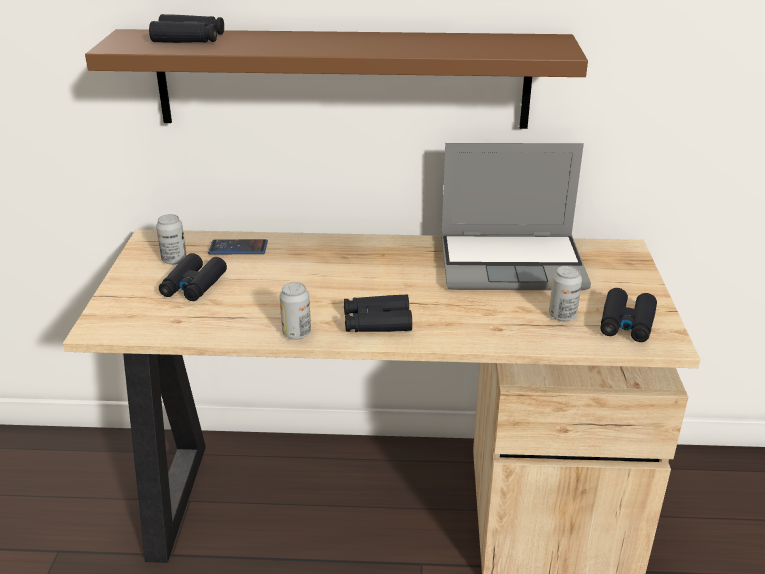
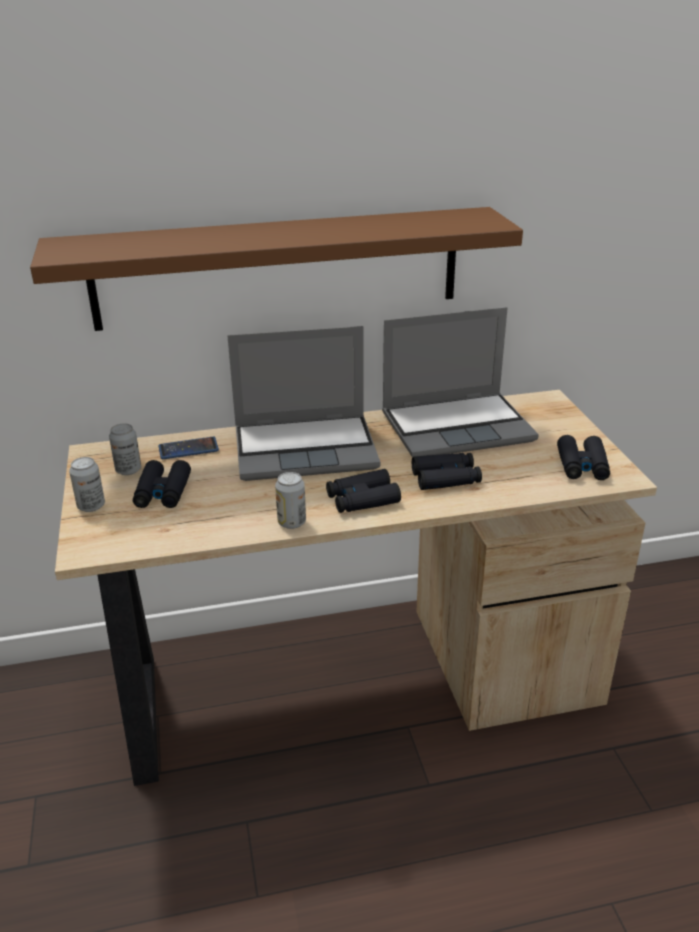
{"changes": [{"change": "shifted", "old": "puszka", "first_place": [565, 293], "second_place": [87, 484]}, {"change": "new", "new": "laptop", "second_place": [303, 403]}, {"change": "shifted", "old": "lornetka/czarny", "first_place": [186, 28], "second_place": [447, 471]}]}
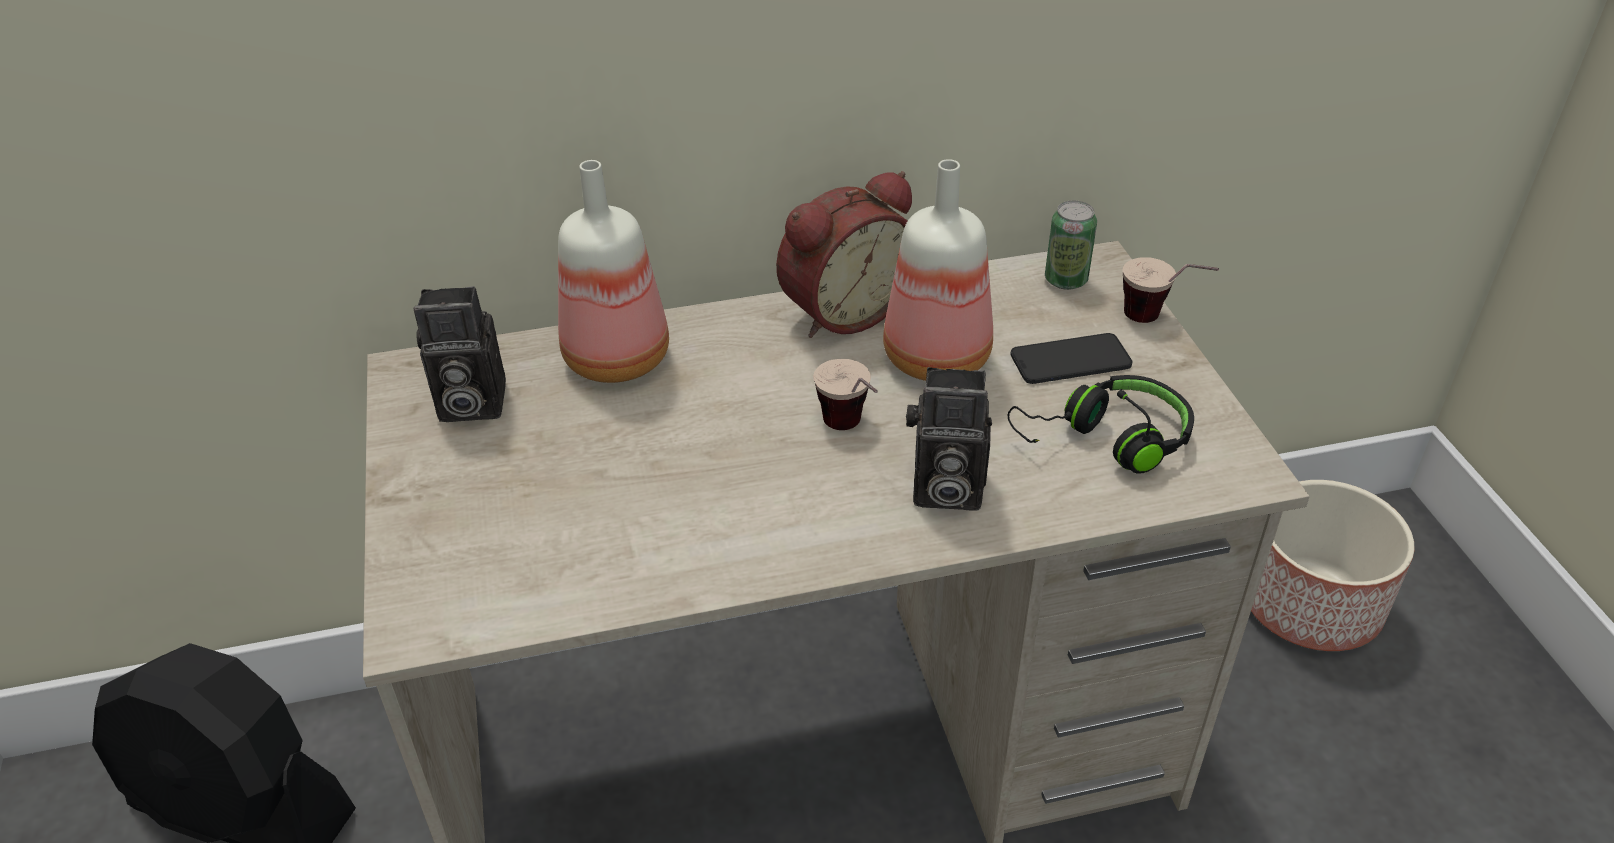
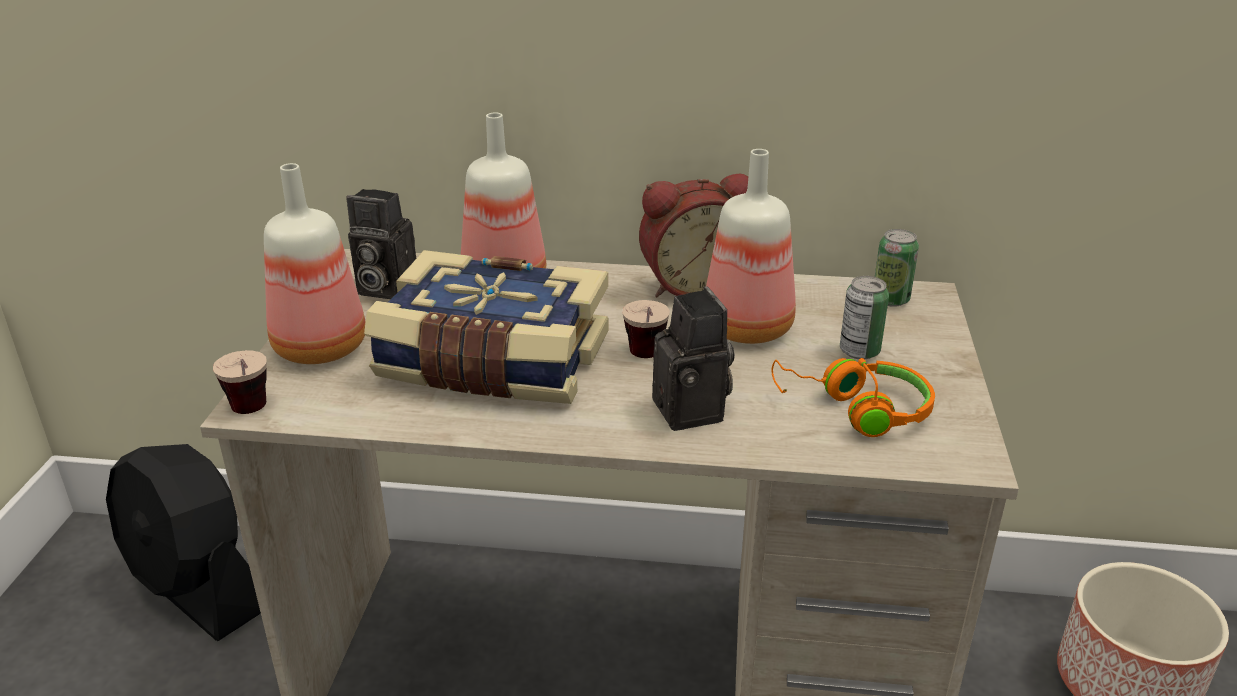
{"changes": [{"change": "shifted", "old": "filiżanka", "first_place": [1171, 290], "second_place": [240, 382]}, {"change": "new", "new": "butelka", "second_place": [315, 263]}, {"change": "new", "new": "książka", "second_place": [486, 327]}, {"change": "rotated", "old": "aparat fotograficzny", "first_place": [949, 439], "second_place": [693, 358], "degrees": -135}, {"change": "repainted", "old": "słuchawki/czarny", "new": "słuchawki/pomarańczowy", "first_place": [1101, 424], "second_place": [853, 397]}, {"change": "swapped", "old": "telefon", "new": "puszka", "first_place": [1071, 358], "second_place": [864, 317]}]}
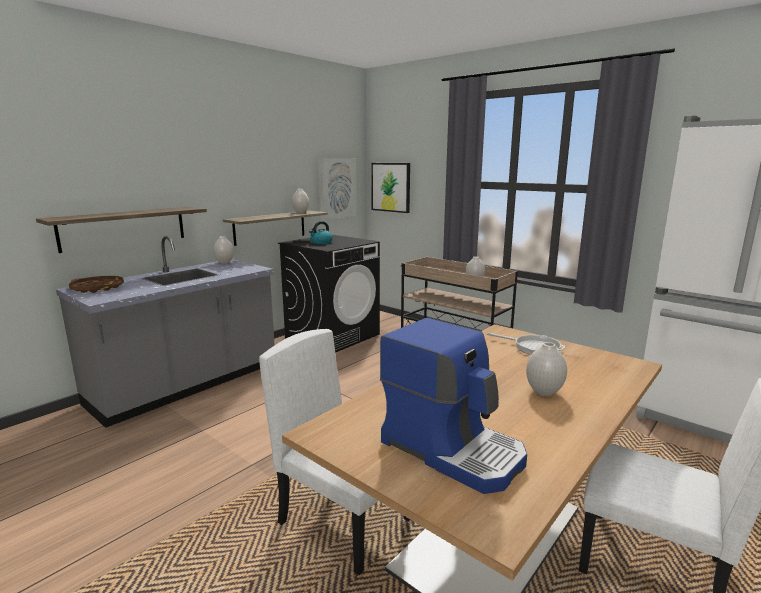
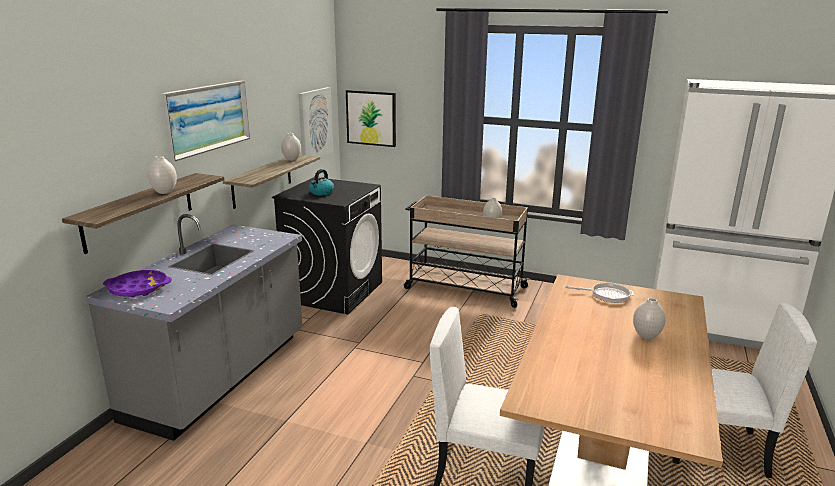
{"changes": [{"change": "repainted", "old": "taca/brązowy", "new": "taca/fioletowy", "first_place": [96, 284], "second_place": [137, 283]}, {"change": "shifted", "old": "wazon/biały", "first_place": [223, 250], "second_place": [162, 175]}, {"change": "new", "new": "obraz", "second_place": [205, 121]}, {"change": "gone", "old": "ekspres do kawy", "first_place": [453, 405]}]}
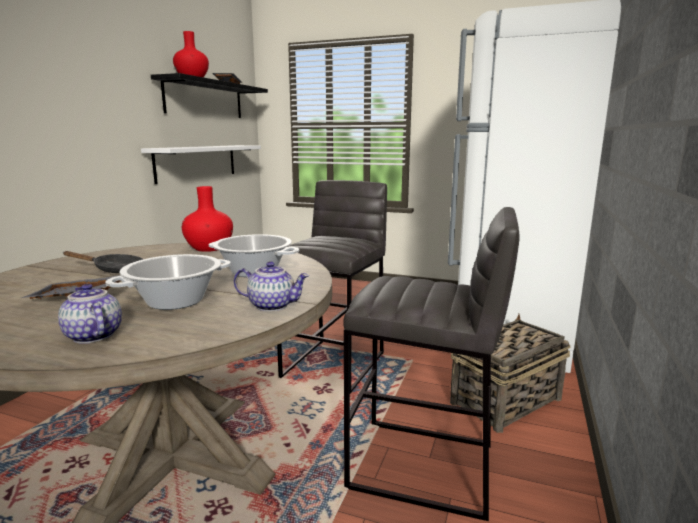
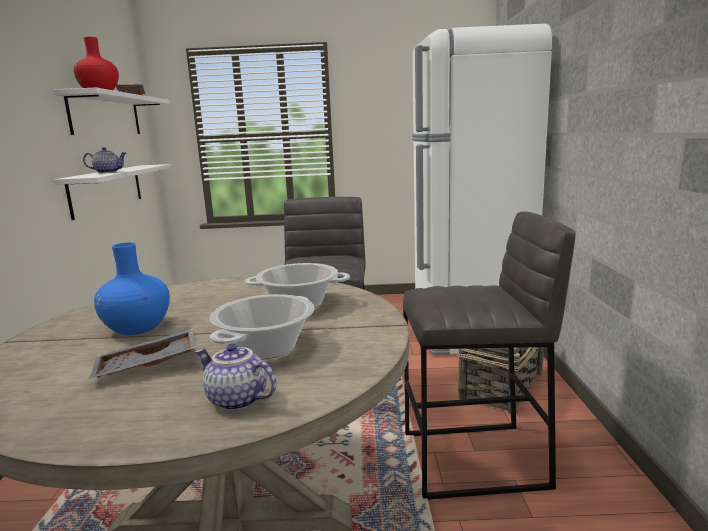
{"changes": [{"change": "repainted", "old": "półka/czarny", "new": "półka/biały", "first_place": [209, 95], "second_place": [112, 111]}, {"change": "shifted", "old": "imbryk", "first_place": [271, 286], "second_place": [104, 160]}, {"change": "swapped", "old": "patelnia/czarny", "new": "wazon/niebieski", "first_place": [103, 262], "second_place": [132, 289]}, {"change": "gone", "old": "wazon/czerwony", "first_place": [207, 219]}]}
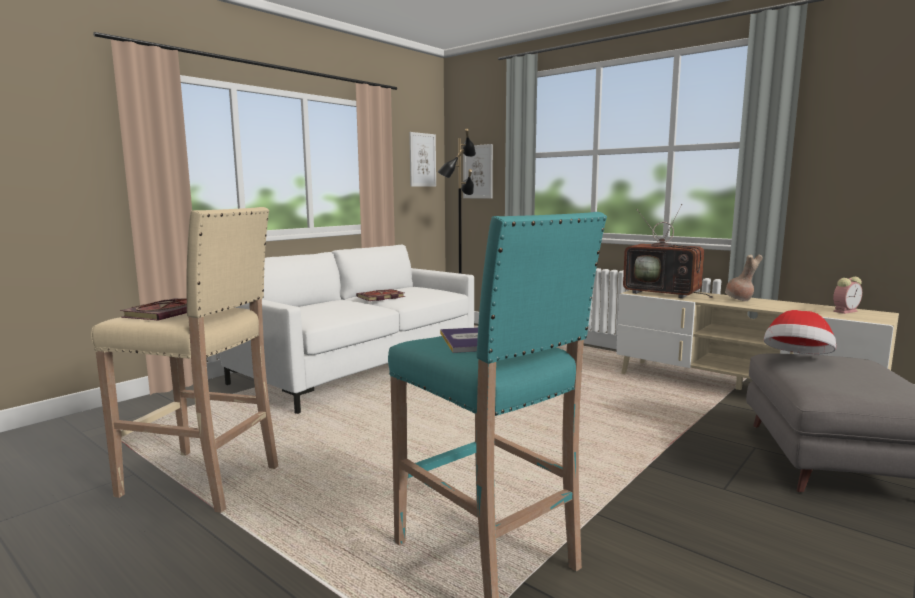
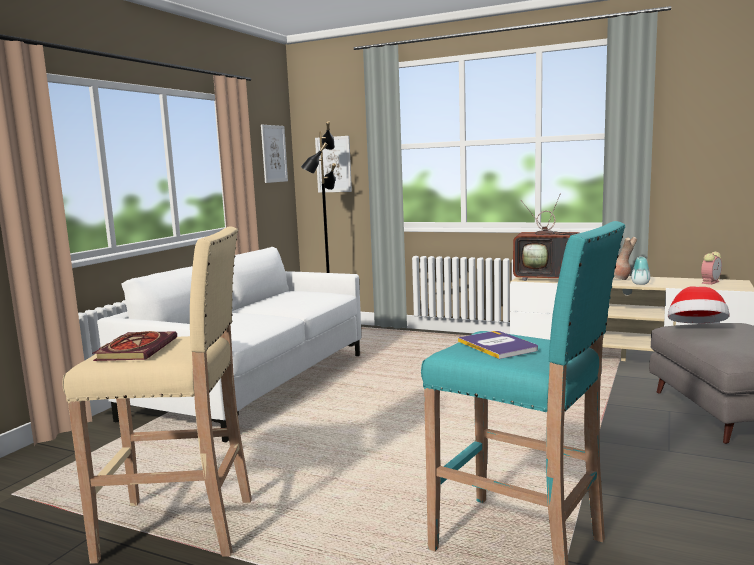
{"changes": [{"change": "new", "new": "wazon", "second_place": [640, 271]}, {"change": "gone", "old": "książka", "first_place": [380, 295]}]}
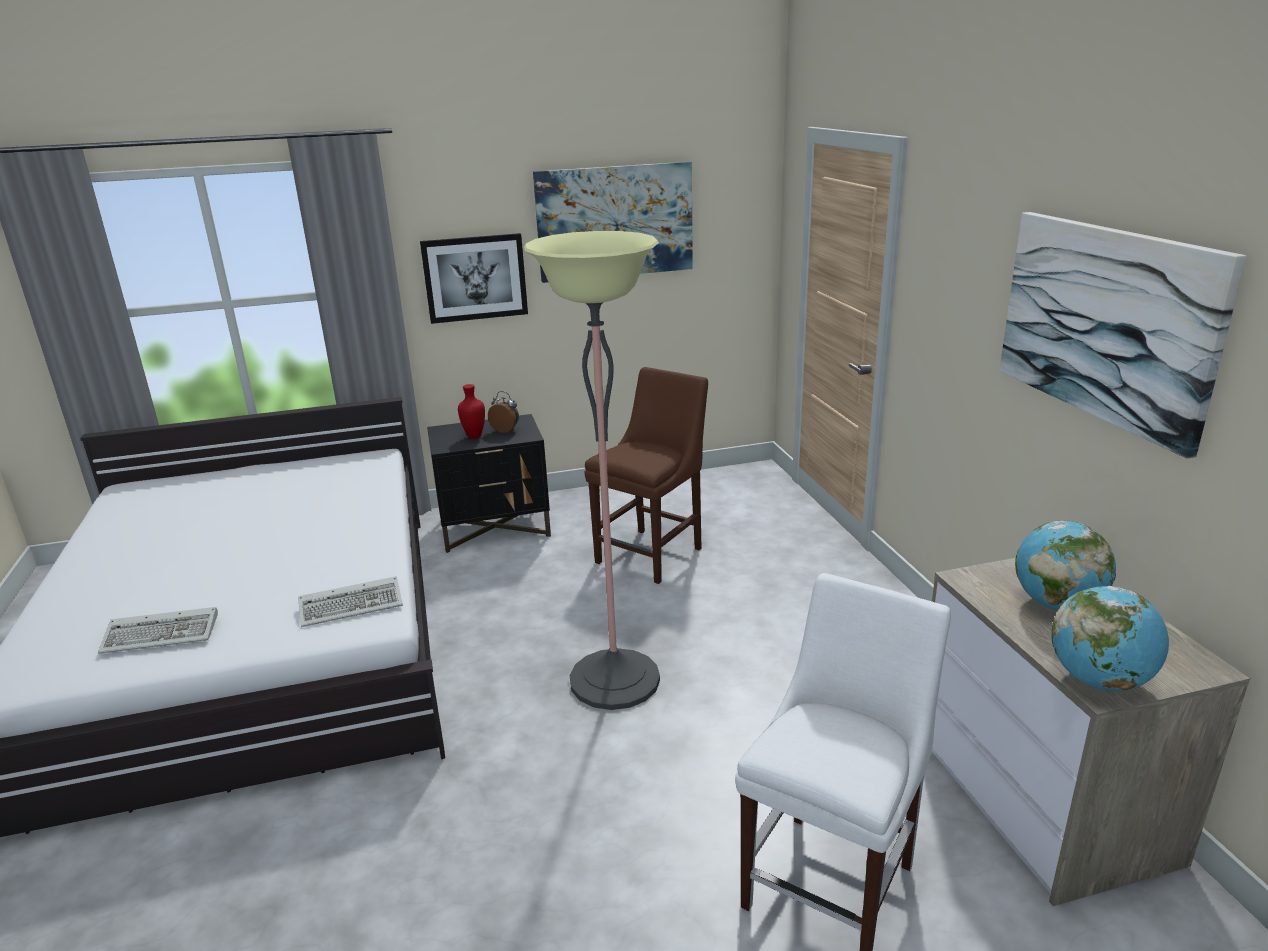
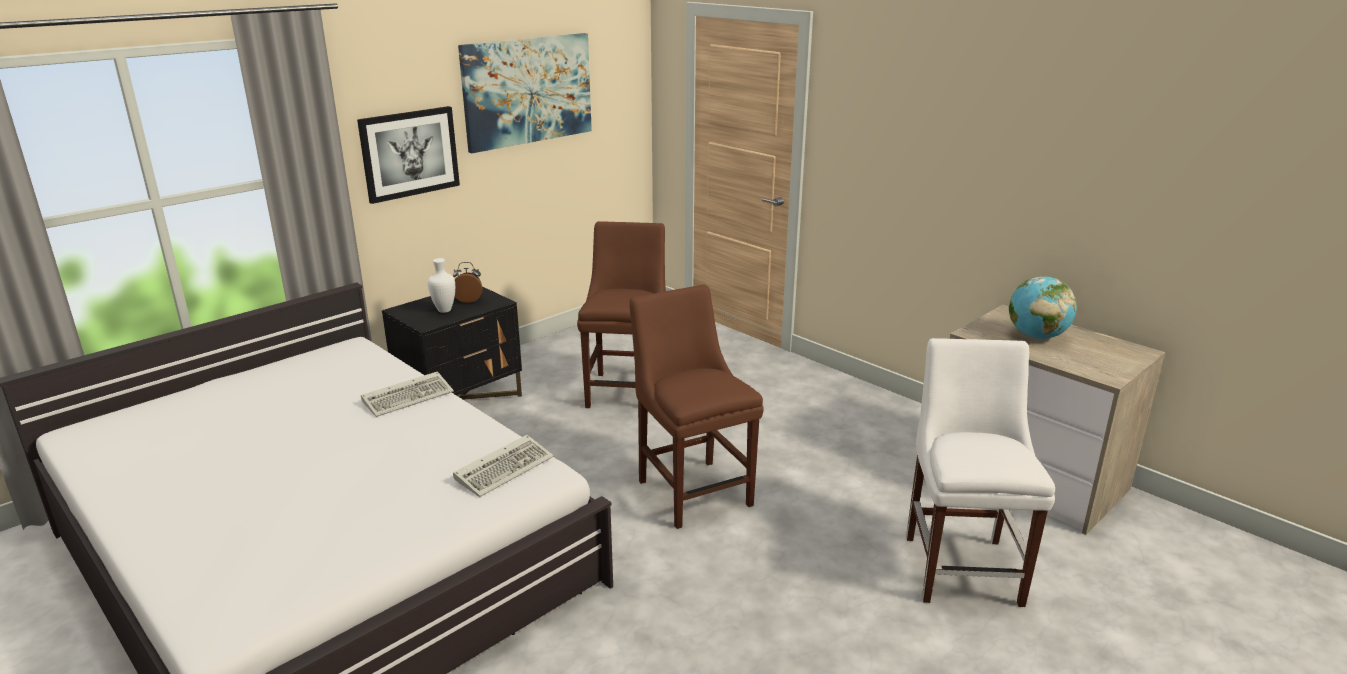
{"changes": [{"change": "shifted", "old": "klawiatura", "first_place": [158, 630], "second_place": [407, 394]}, {"change": "repainted", "old": "wazon/czerwony", "new": "wazon/biały", "first_place": [471, 411], "second_place": [441, 285]}, {"change": "swapped", "old": "lampa stojąca", "new": "krzesło/brązowy", "first_place": [592, 470], "second_place": [696, 407]}, {"change": "gone", "old": "obraz", "first_place": [1123, 335]}, {"change": "gone", "old": "globus", "first_place": [1110, 638]}]}
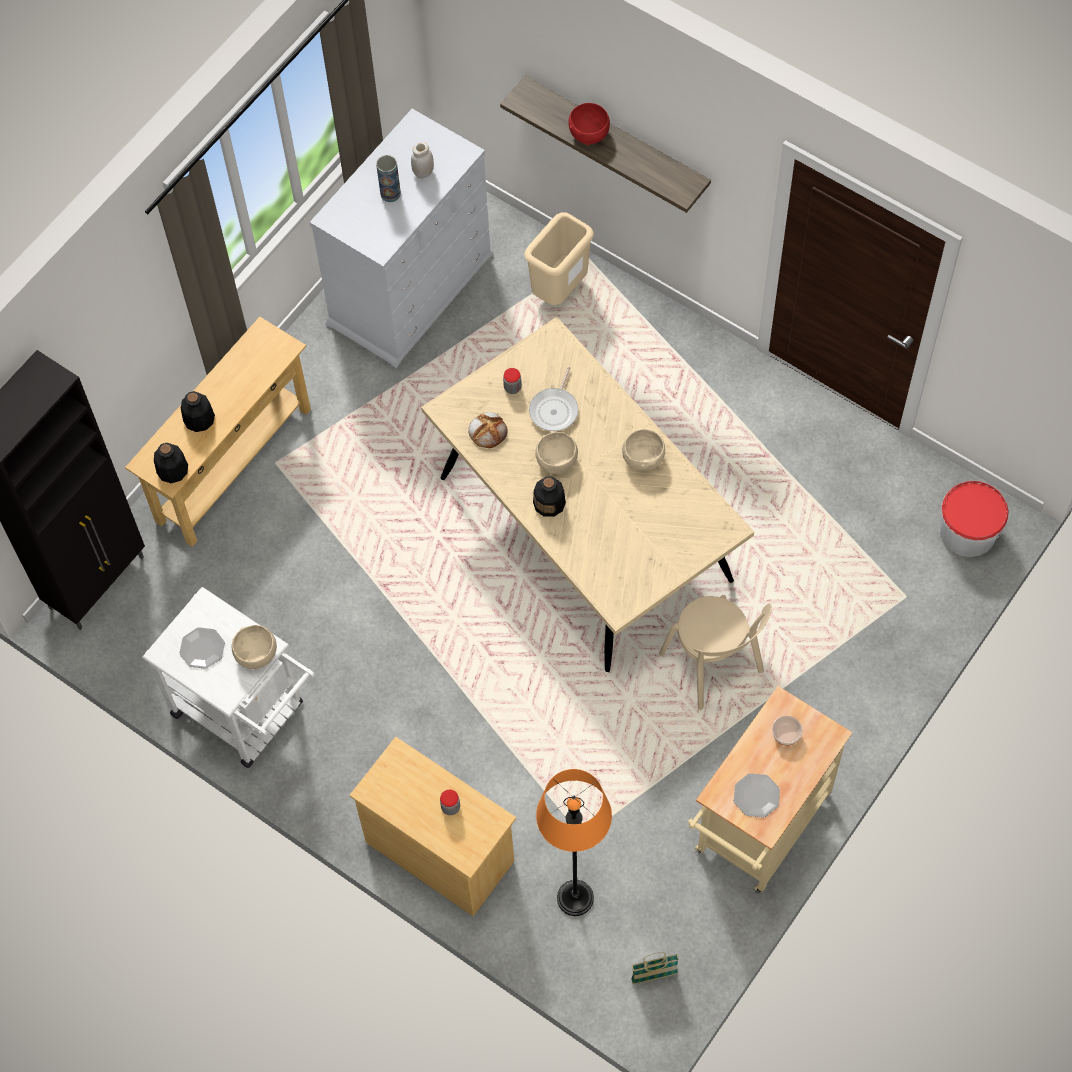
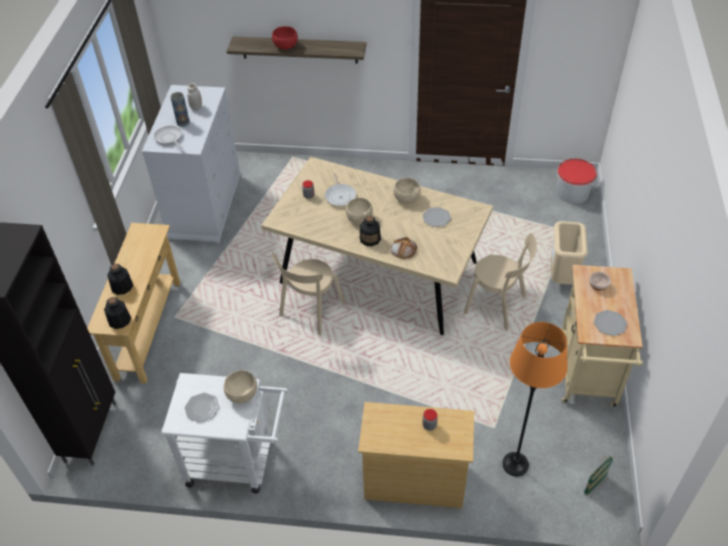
{"changes": [{"change": "new", "new": "patelnia", "second_place": [168, 137]}, {"change": "new", "new": "krzesło/beżowy", "second_place": [308, 293]}, {"change": "shifted", "old": "chleb", "first_place": [488, 430], "second_place": [404, 248]}, {"change": "new", "new": "talerz", "second_place": [437, 217]}, {"change": "shifted", "old": "kosz na śmieci/beżowy", "first_place": [559, 258], "second_place": [569, 253]}]}
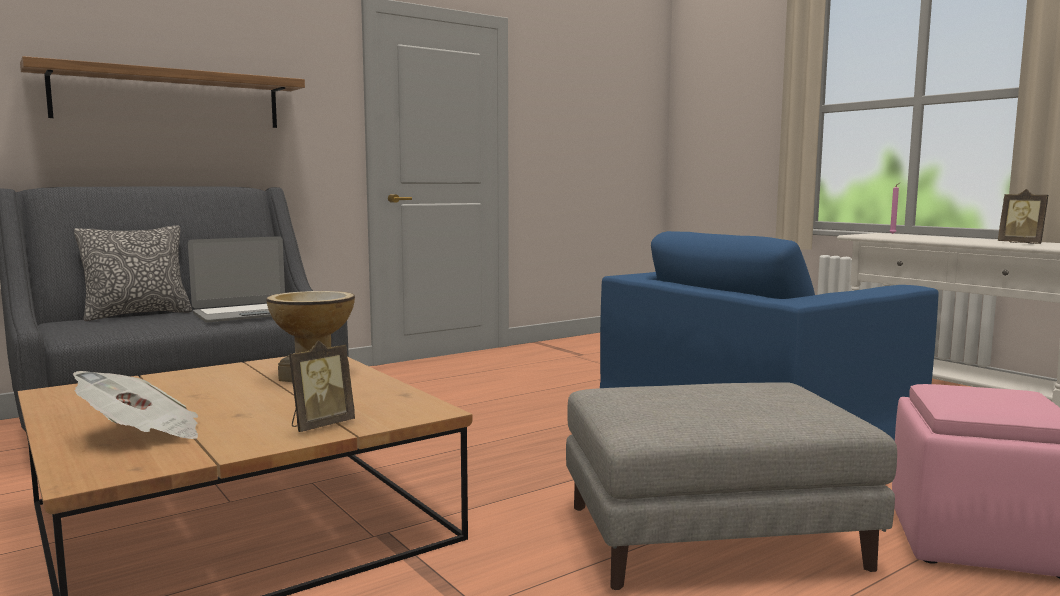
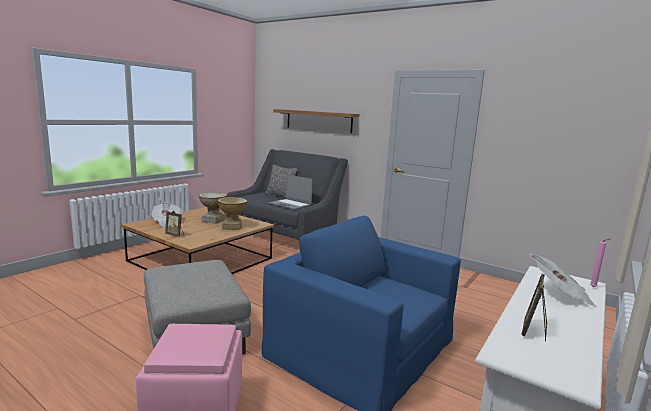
{"changes": [{"change": "new", "new": "wazon", "second_place": [213, 208]}, {"change": "new", "new": "gazeta", "second_place": [563, 280]}]}
